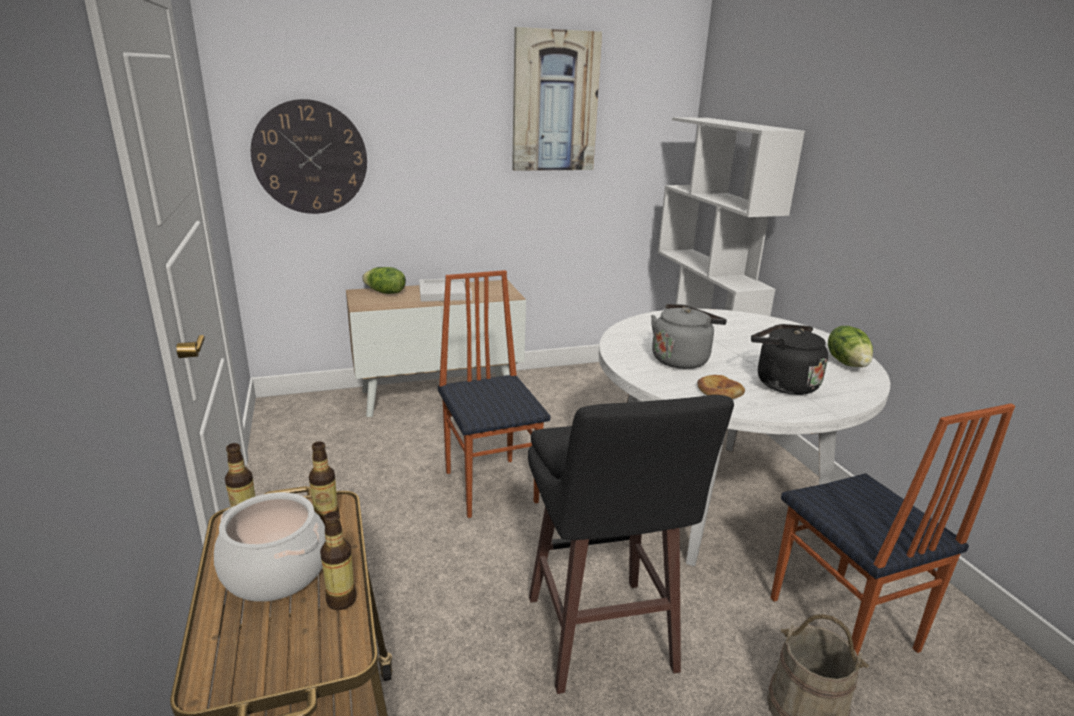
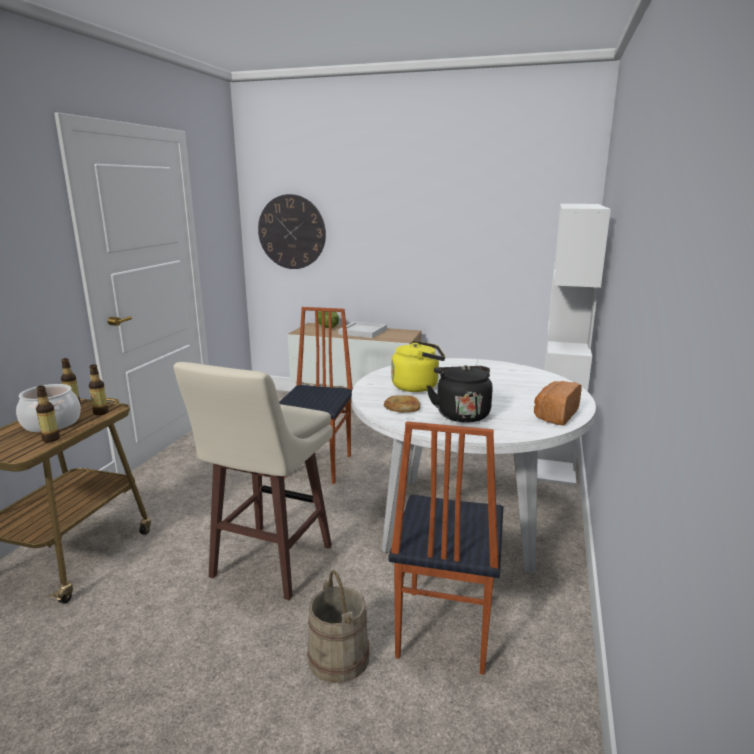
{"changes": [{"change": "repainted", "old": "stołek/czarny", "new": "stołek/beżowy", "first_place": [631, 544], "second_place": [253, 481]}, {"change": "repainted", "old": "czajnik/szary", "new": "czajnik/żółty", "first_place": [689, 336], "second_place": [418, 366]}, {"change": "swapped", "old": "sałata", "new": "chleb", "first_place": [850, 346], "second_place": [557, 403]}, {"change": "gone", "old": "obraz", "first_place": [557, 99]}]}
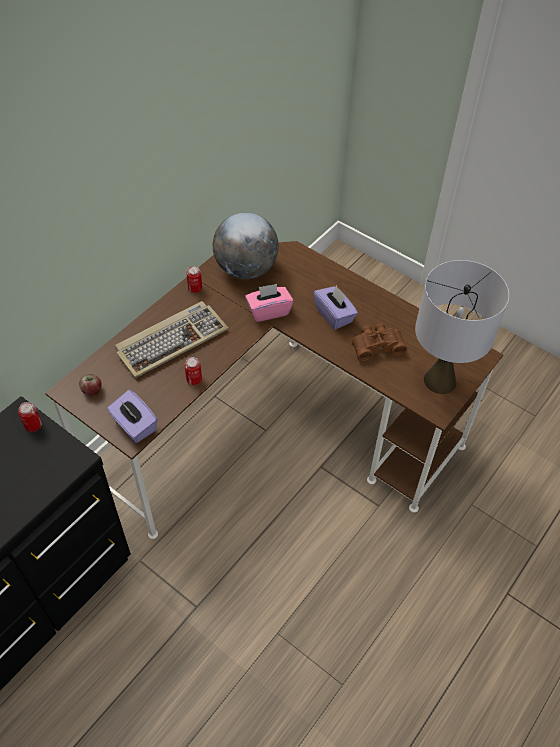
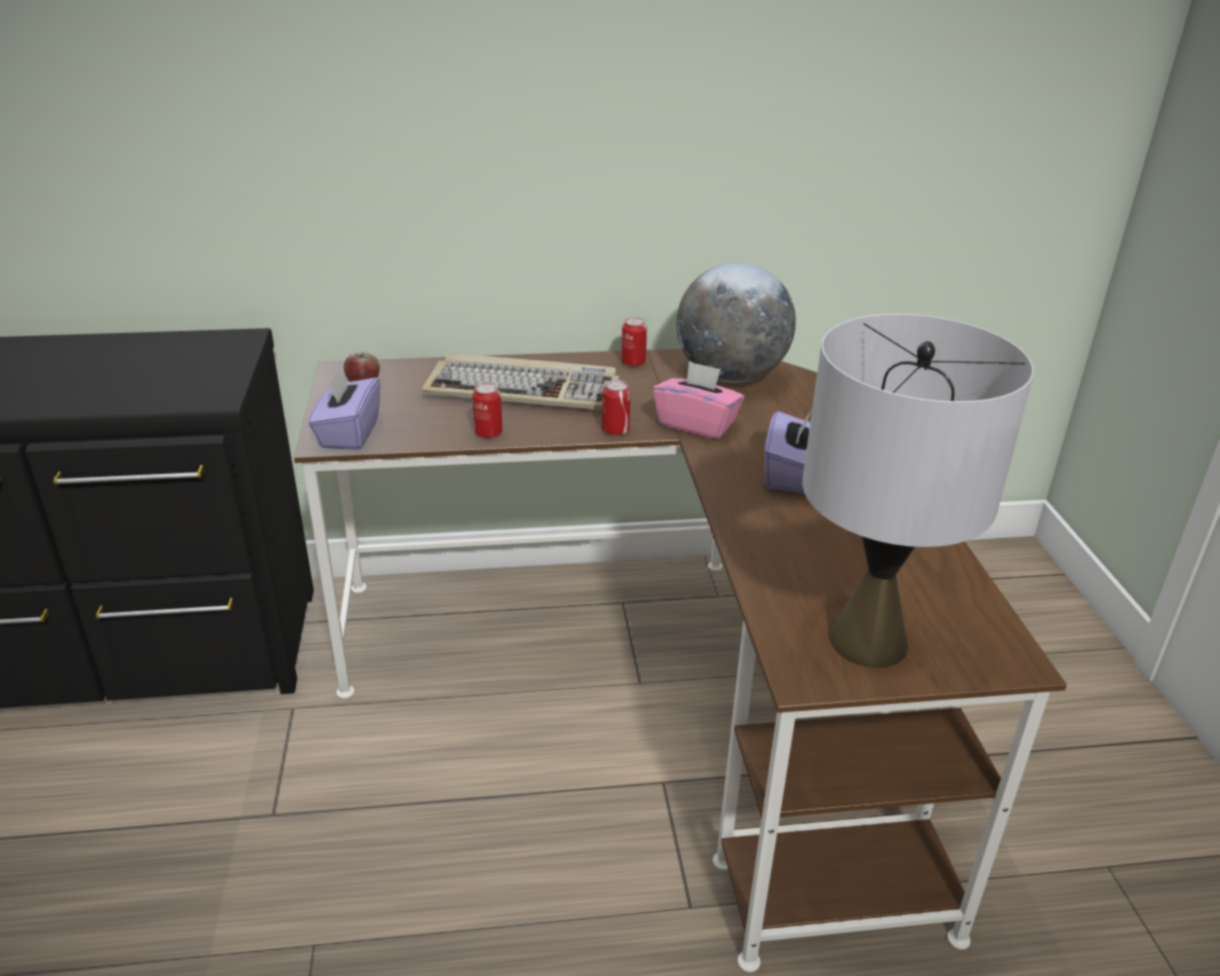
{"changes": [{"change": "shifted", "old": "puszka", "first_place": [30, 417], "second_place": [616, 407]}, {"change": "gone", "old": "lornetka/brązowy", "first_place": [379, 342]}]}
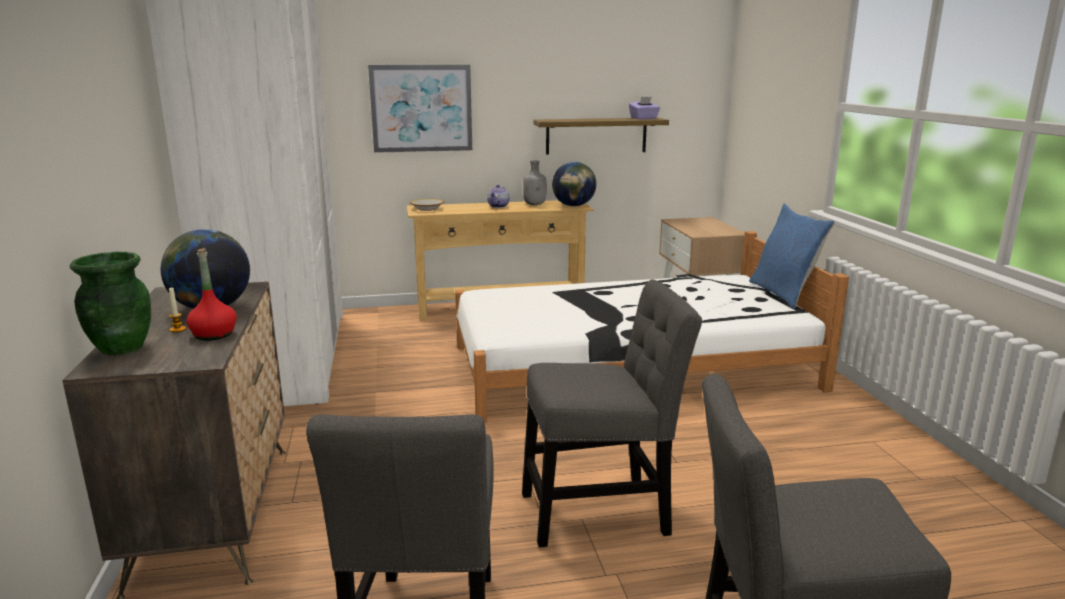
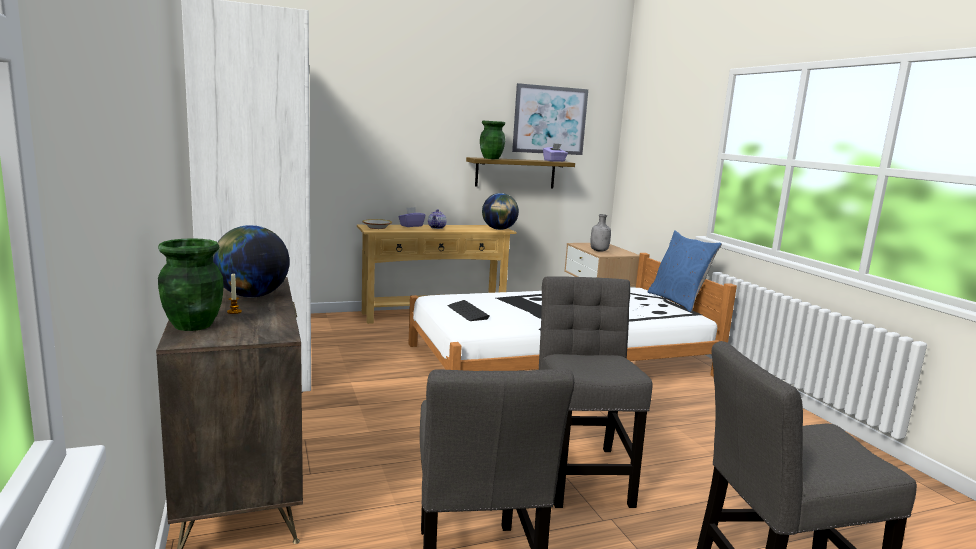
{"changes": [{"change": "new", "new": "pudełko chusteczek/fioletowy", "second_place": [411, 217]}, {"change": "new", "new": "klawiatura", "second_place": [469, 310]}, {"change": "new", "new": "wazon/zielony", "second_place": [492, 140]}, {"change": "shifted", "old": "obraz", "first_place": [420, 109], "second_place": [550, 119]}, {"change": "rotated", "old": "krzesło/szary", "first_place": [612, 413], "second_place": [595, 392], "degrees": -75}, {"change": "shifted", "old": "butelka/szary", "first_place": [534, 182], "second_place": [600, 233]}, {"change": "gone", "old": "butelka/czerwony", "first_place": [211, 294]}]}
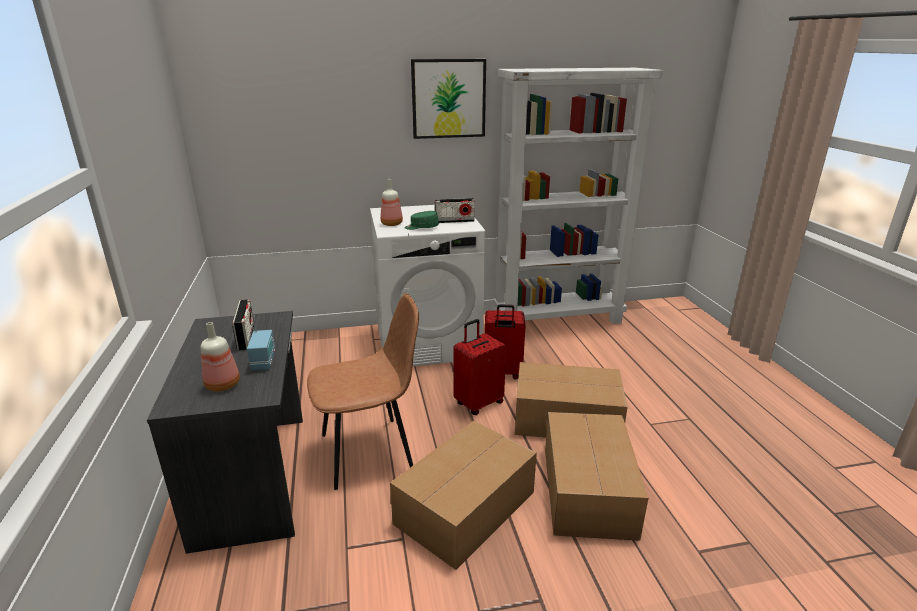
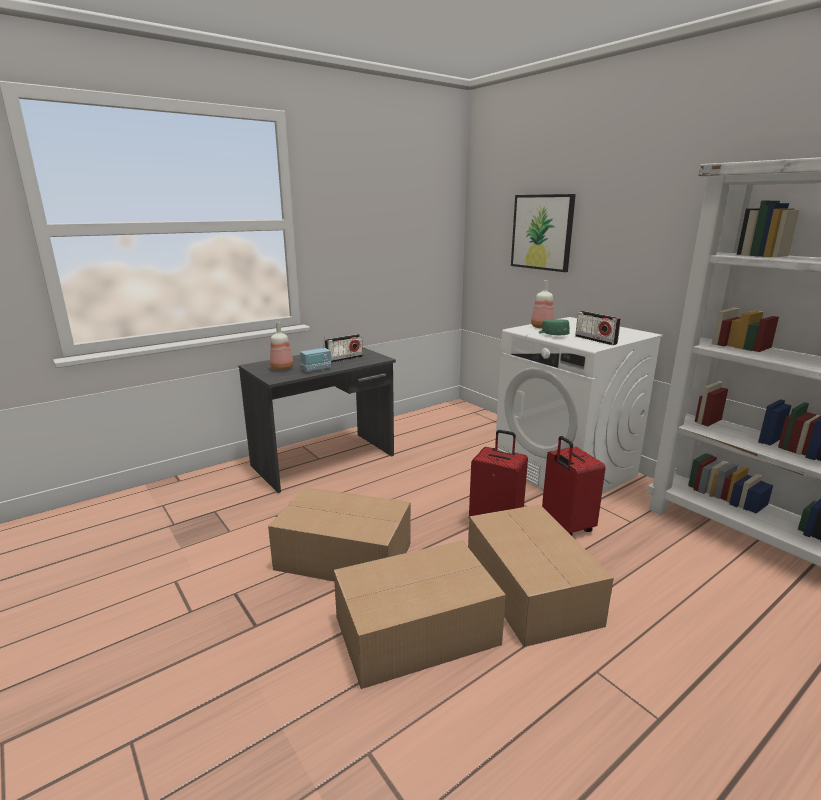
{"changes": [{"change": "shifted", "old": "obraz", "first_place": [448, 99], "second_place": [543, 233]}, {"change": "gone", "old": "krzesło/brązowy", "first_place": [363, 391]}]}
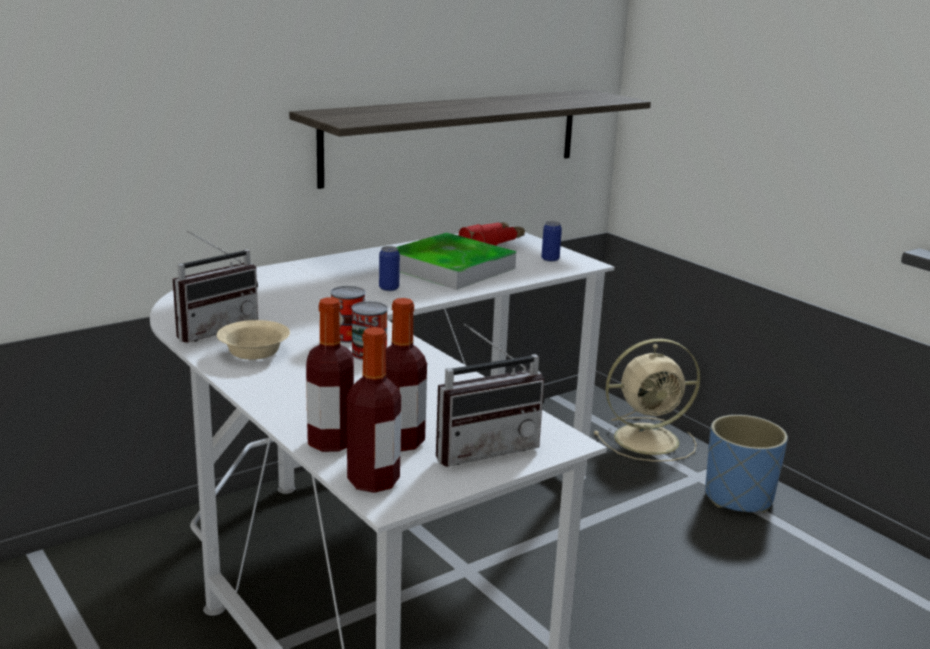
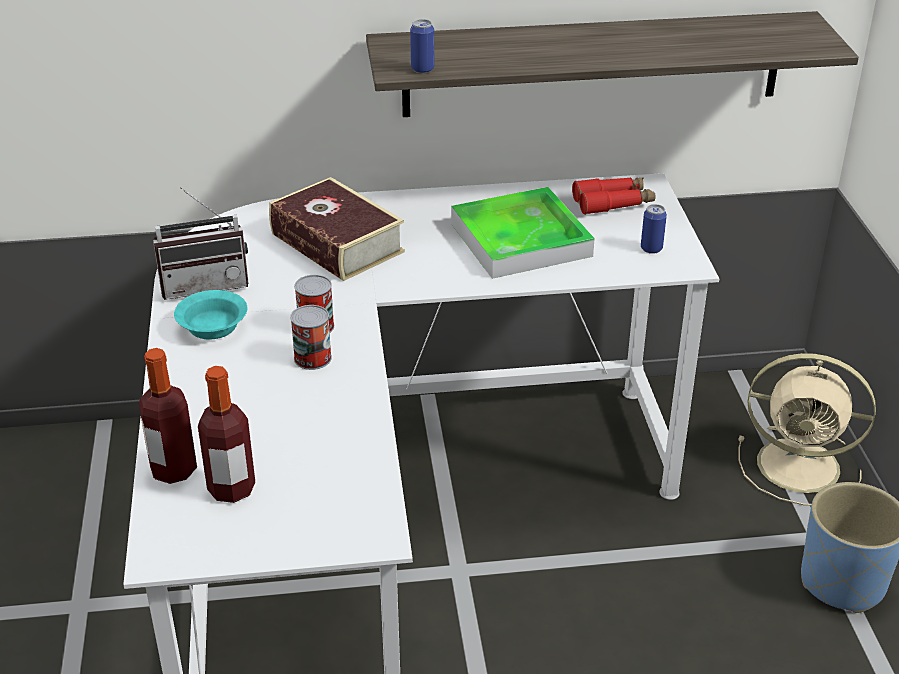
{"changes": [{"change": "repainted", "old": "miska/beżowy", "new": "miska/turkusowy", "first_place": [253, 340], "second_place": [210, 314]}, {"change": "new", "new": "książka", "second_place": [337, 229]}, {"change": "shifted", "old": "puszka", "first_place": [389, 268], "second_place": [422, 46]}, {"change": "gone", "old": "butelka", "first_place": [374, 410]}, {"change": "gone", "old": "radio", "first_place": [490, 395]}]}
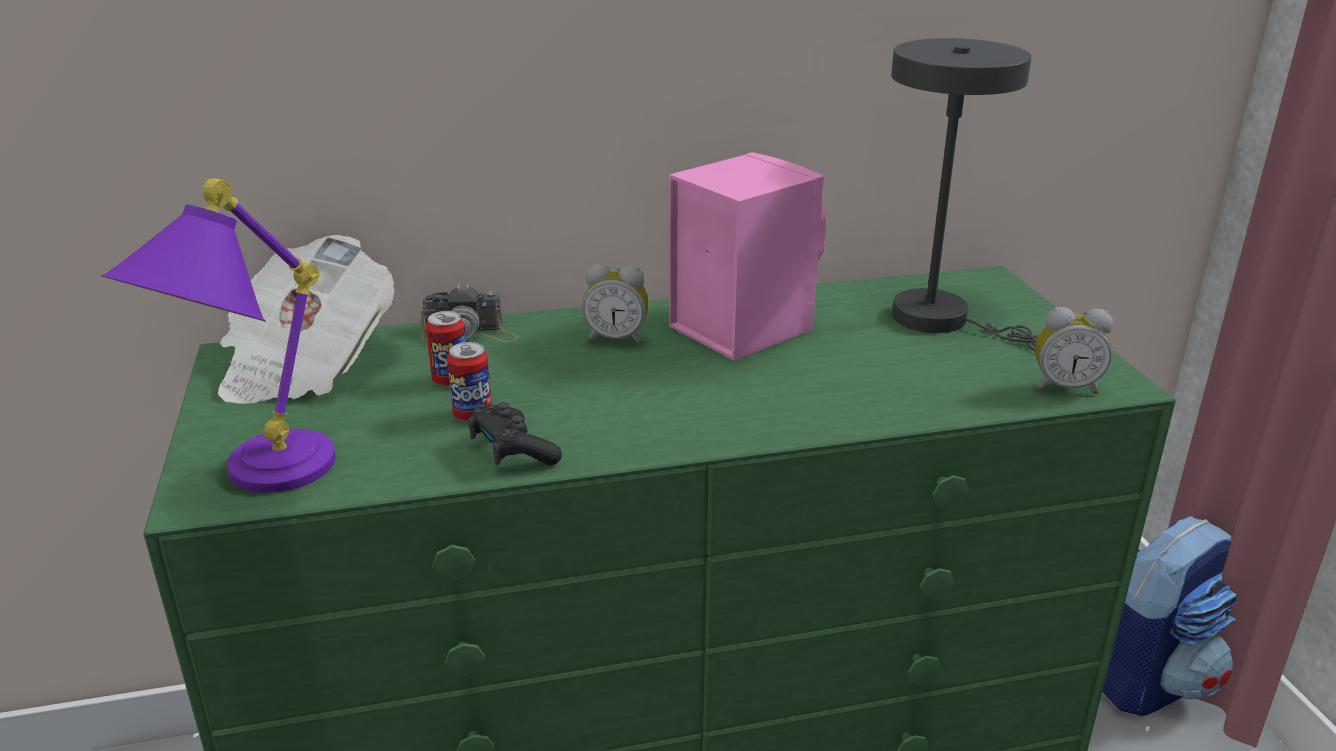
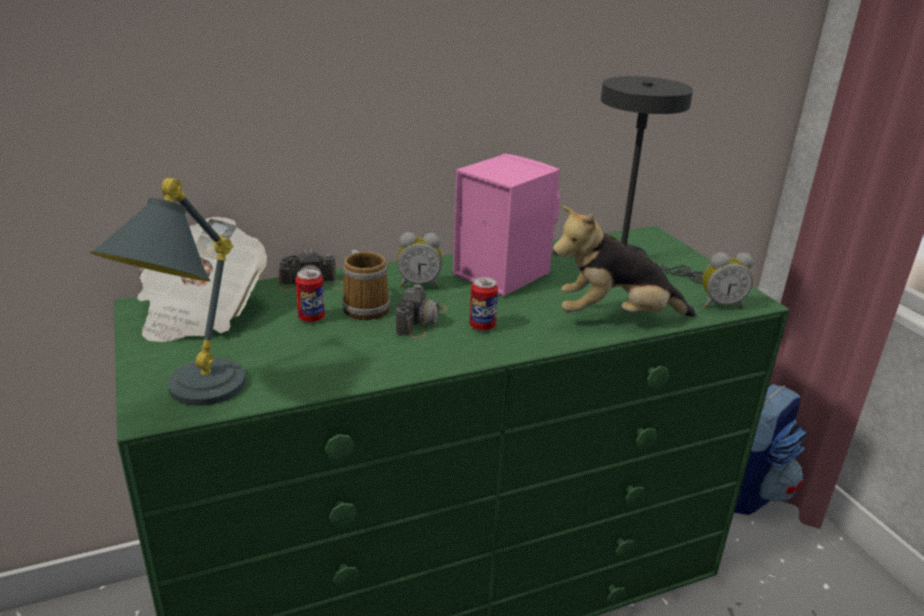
{"changes": [{"change": "repainted", "old": "lampa stołowa/fioletowy", "new": "lampa stołowa/szary", "first_place": [218, 335], "second_place": [167, 292]}, {"change": "new", "new": "kubek", "second_place": [366, 285]}, {"change": "new", "new": "aparat fotograficzny", "second_place": [422, 311]}, {"change": "shifted", "old": "puszka", "first_place": [469, 382], "second_place": [484, 304]}, {"change": "new", "new": "pluszak", "second_place": [624, 261]}, {"change": "gone", "old": "pad do gier/czarny", "first_place": [515, 434]}]}
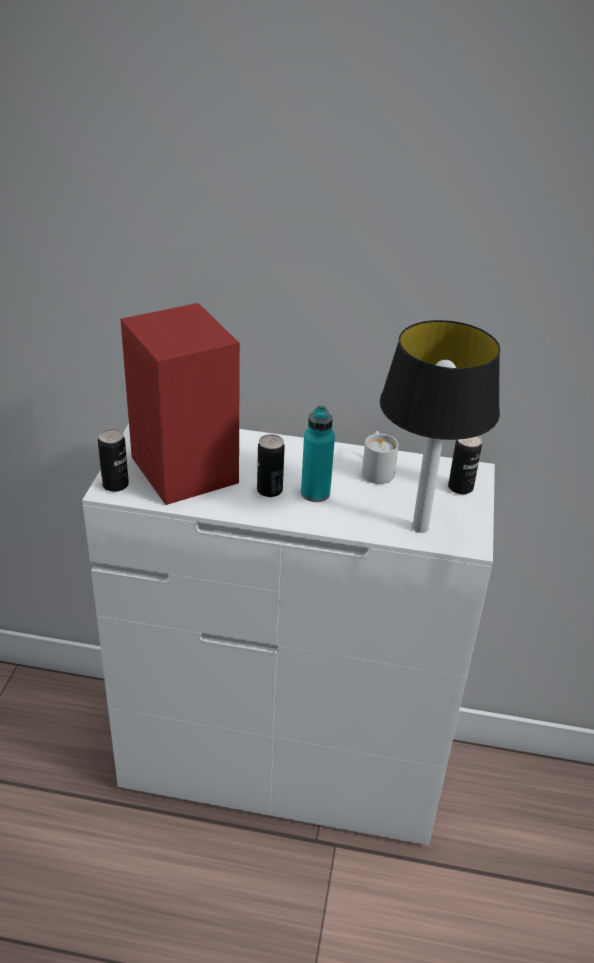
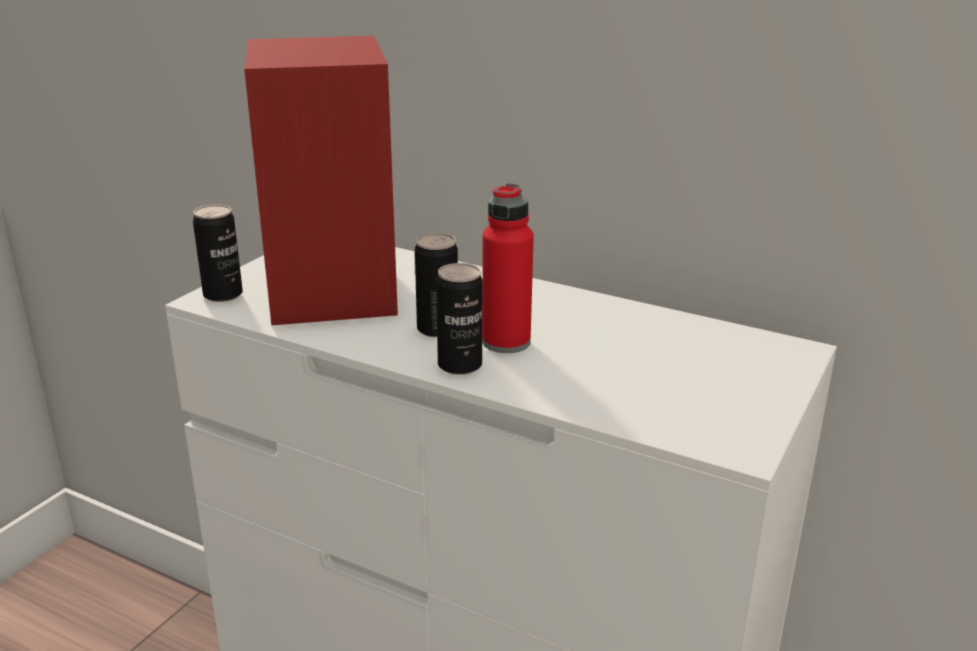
{"changes": [{"change": "shifted", "old": "puszka", "first_place": [465, 465], "second_place": [459, 319]}, {"change": "repainted", "old": "butelka/turkusowy", "new": "butelka/czerwony", "first_place": [318, 454], "second_place": [508, 268]}, {"change": "gone", "old": "kubek/biały", "first_place": [380, 457]}, {"change": "gone", "old": "lampa stołowa", "first_place": [440, 426]}]}
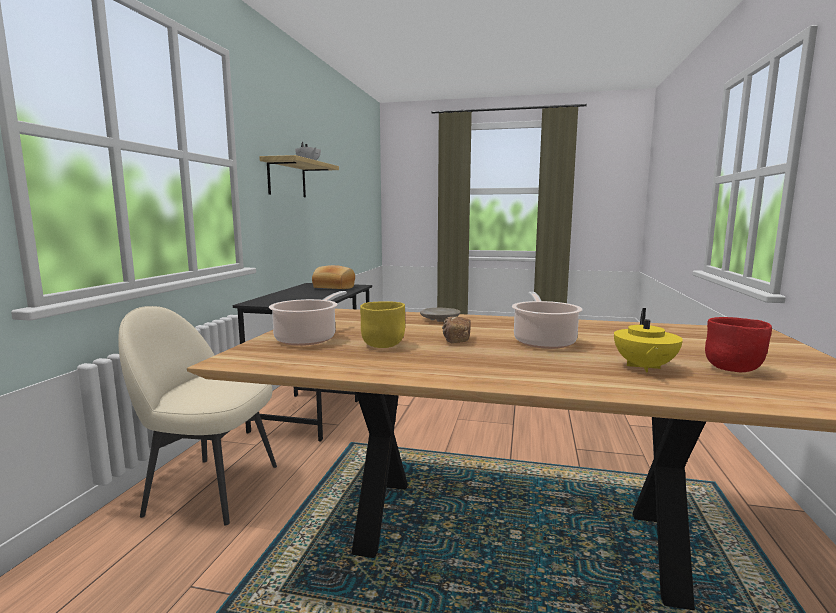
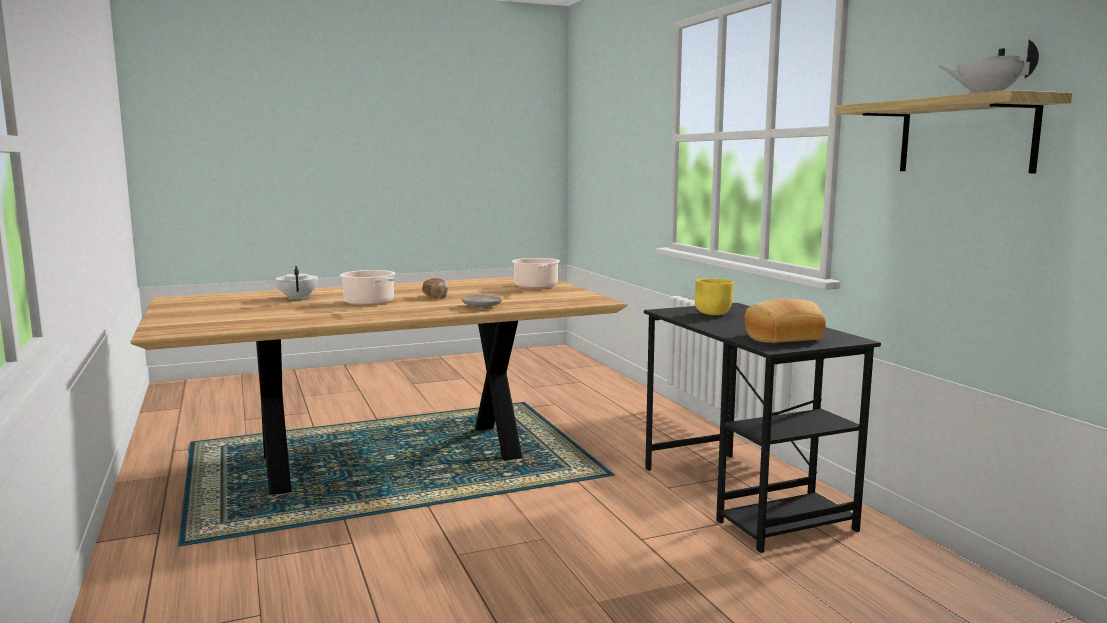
{"changes": [{"change": "repainted", "old": "imbryk/żółty", "new": "imbryk/biały", "first_place": [648, 340], "second_place": [297, 283]}, {"change": "shifted", "old": "miska/żółty", "first_place": [382, 324], "second_place": [714, 296]}, {"change": "gone", "old": "krzesło/beżowy", "first_place": [197, 415]}, {"change": "gone", "old": "miska/czerwony", "first_place": [738, 344]}]}
